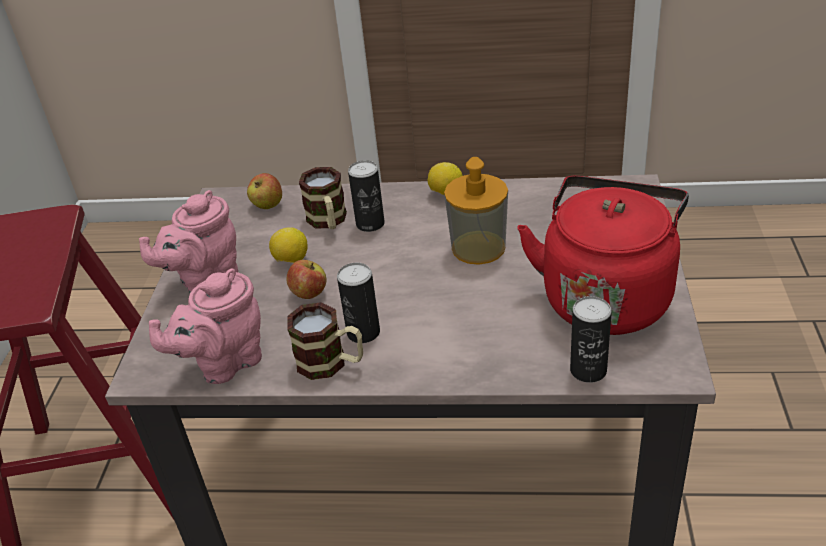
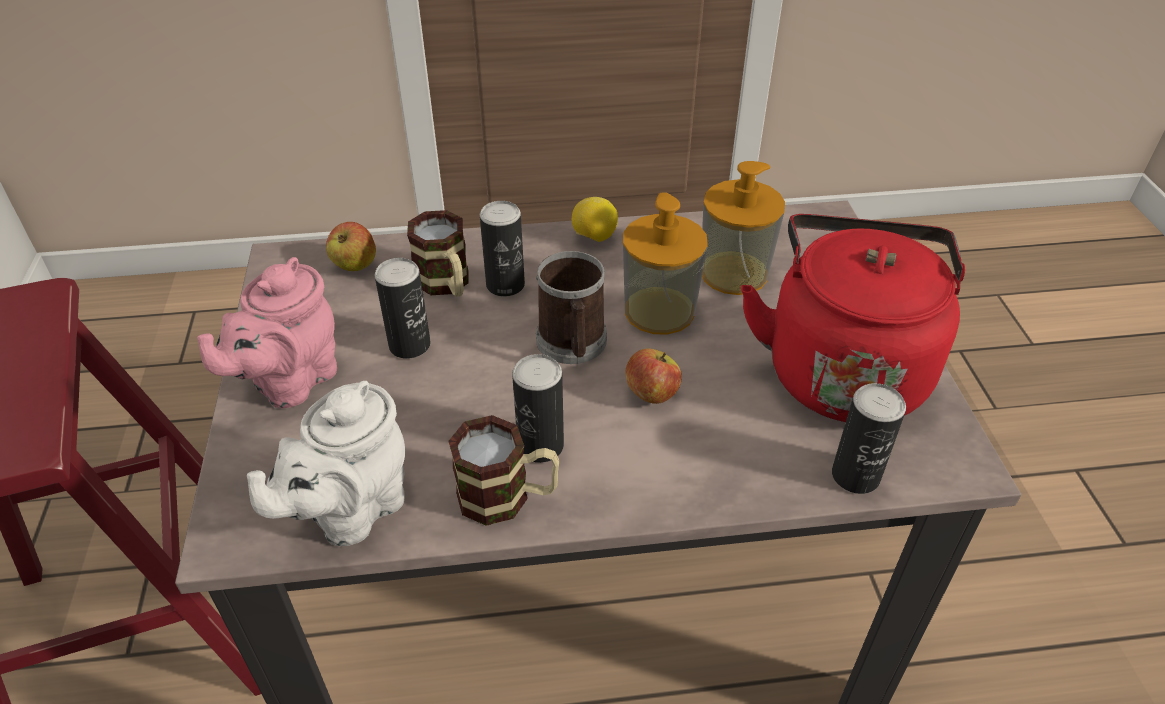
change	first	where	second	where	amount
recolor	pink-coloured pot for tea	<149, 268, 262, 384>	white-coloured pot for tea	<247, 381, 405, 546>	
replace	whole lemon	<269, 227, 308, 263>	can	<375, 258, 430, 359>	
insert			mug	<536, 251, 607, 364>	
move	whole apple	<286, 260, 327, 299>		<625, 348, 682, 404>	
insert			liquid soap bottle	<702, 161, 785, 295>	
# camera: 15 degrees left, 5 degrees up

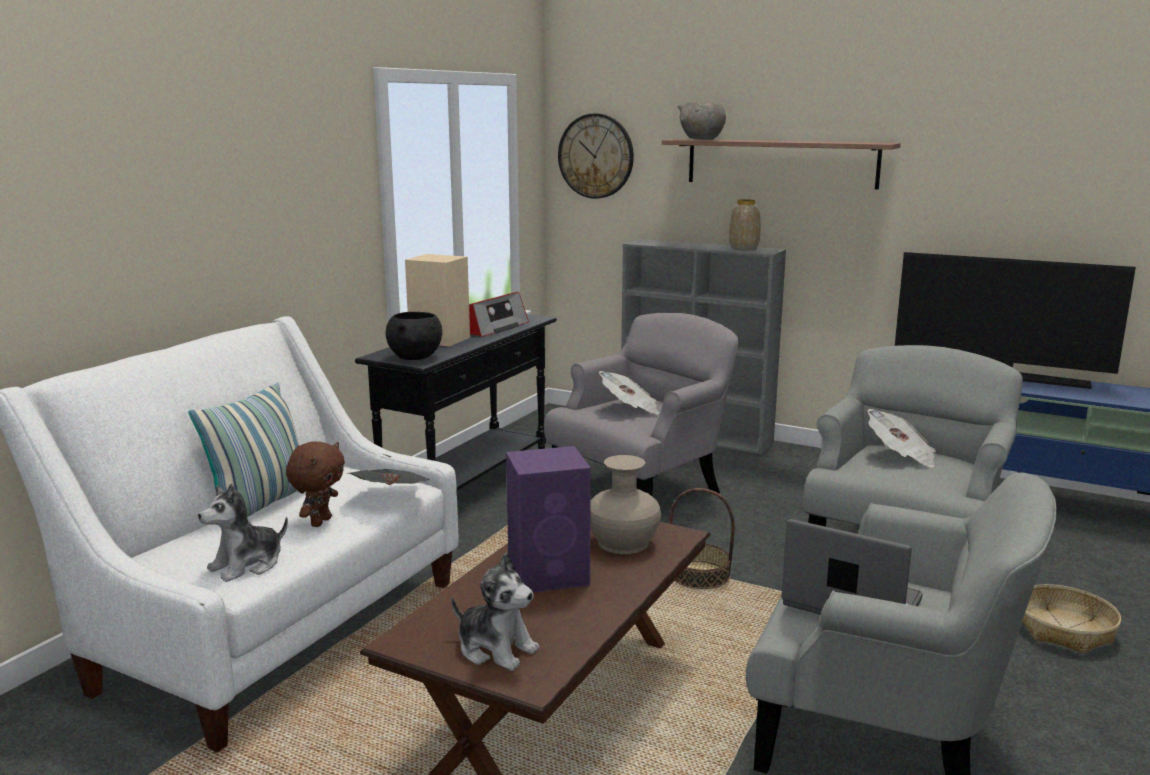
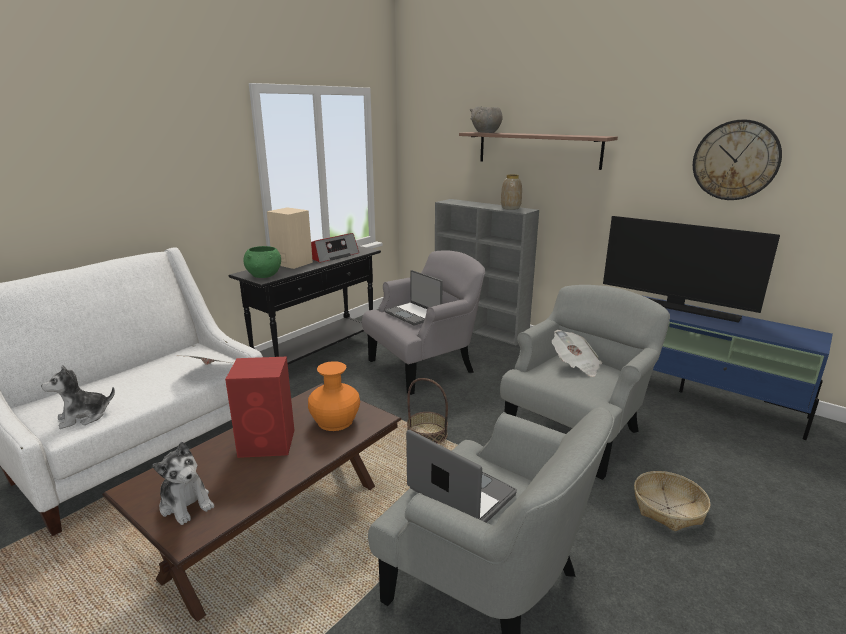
change	first	where	second	where	amount
recolor	purple-coloured audio speaker	<506, 446, 591, 593>	red audio speaker	<225, 357, 294, 458>	
recolor	black serving bowl	<386, 312, 442, 360>	greenish serving bowl	<244, 246, 281, 278>	
recolor	sand-coloured vase	<590, 455, 661, 554>	orangey vase	<308, 361, 360, 431>	
replace	printed paper	<599, 371, 659, 414>	notebook computer	<384, 270, 443, 326>	
move	clock on the wall	<558, 113, 634, 199>		<693, 119, 782, 200>	
delete	throw pillow	<188, 382, 299, 518>			
delete	brownish plush toy	<286, 441, 345, 527>			
# camera: 10 degrees right, 5 degrees up

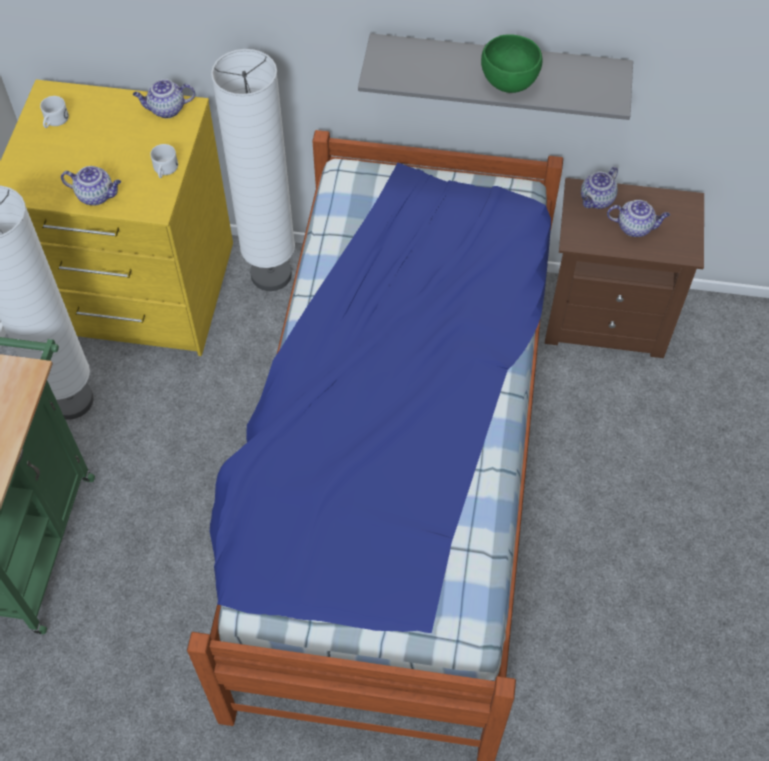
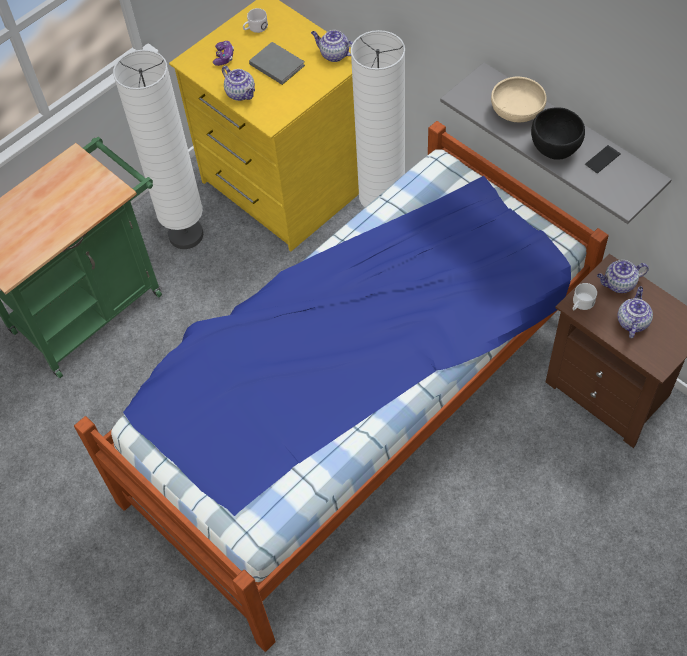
change	first	where	second	where	amount
insert			gamepad	<213, 41, 234, 66>	
insert			gray book	<249, 42, 305, 85>	
insert			sand-coloured serving bowl	<491, 77, 547, 122>	
recolor	greenish serving bowl	<481, 34, 542, 93>	black serving bowl	<531, 107, 585, 160>	
move	white-coloured mug	<150, 144, 178, 178>		<573, 283, 597, 310>	
insert			telephone	<585, 145, 621, 174>	
rotate	pot for tea	<607, 200, 670, 237>		<617, 286, 653, 338>	120 degrees counterclockwise
# camera: 40 degrees right, 0 degrees up

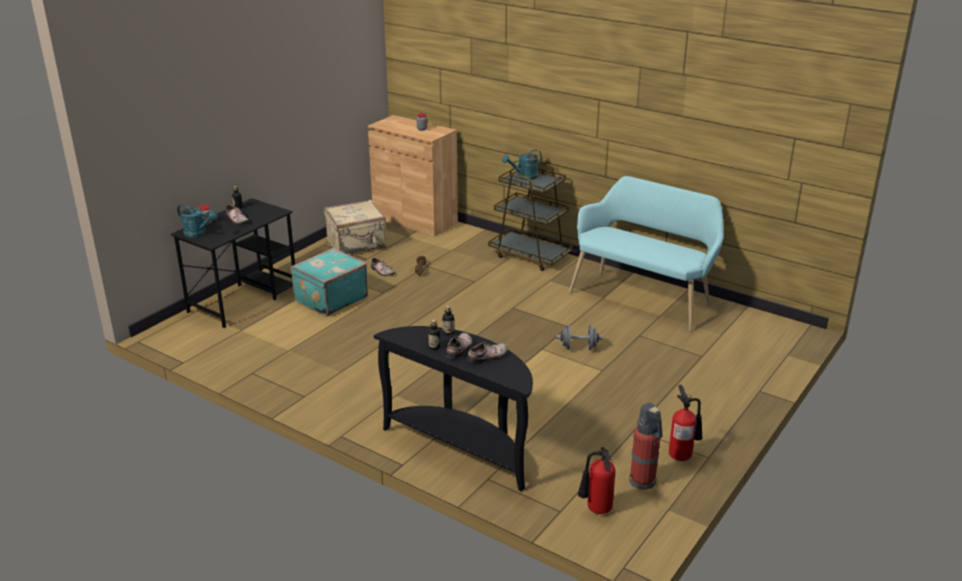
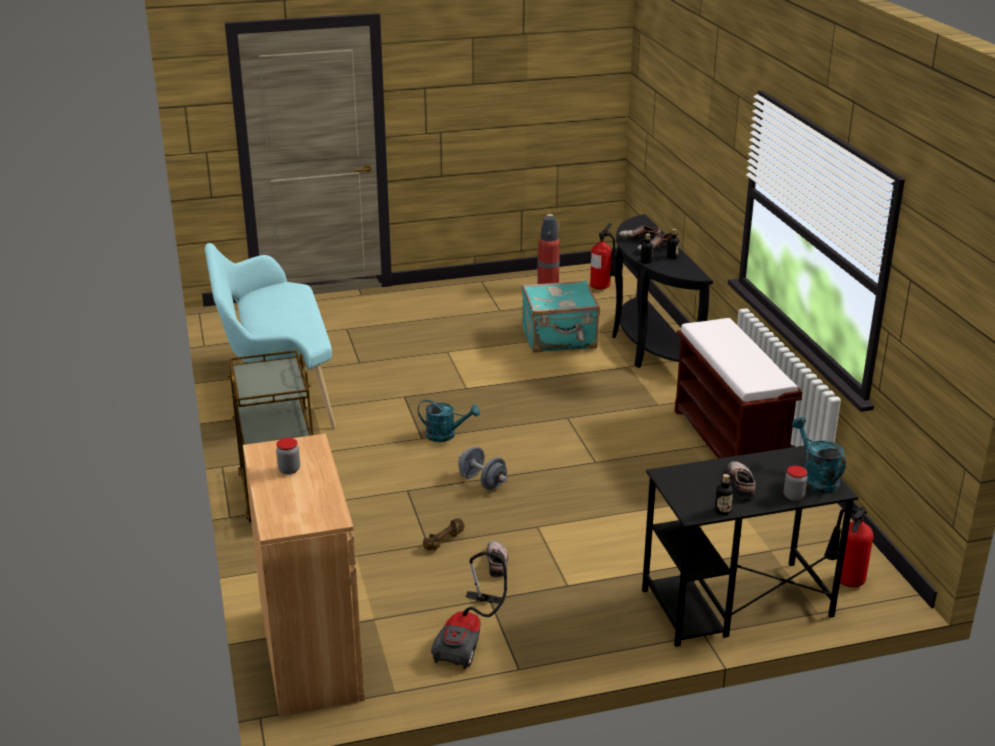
change	first	where	second	where	amount
move	turquoise watering can	<502, 150, 542, 180>		<418, 400, 480, 442>	
replace	sand-coloured suitcase	<324, 199, 386, 255>	vacuum cleaner	<431, 552, 507, 669>	
move	gray free weight	<556, 325, 603, 350>		<458, 446, 508, 490>	
move	turquoise suitcase	<290, 248, 368, 316>		<522, 280, 600, 353>	
insert			brownish bench	<675, 318, 802, 459>	
move	extinguisher	<669, 385, 703, 461>		<824, 507, 873, 587>	
# camera: 140 degrees left, 0 degrees up

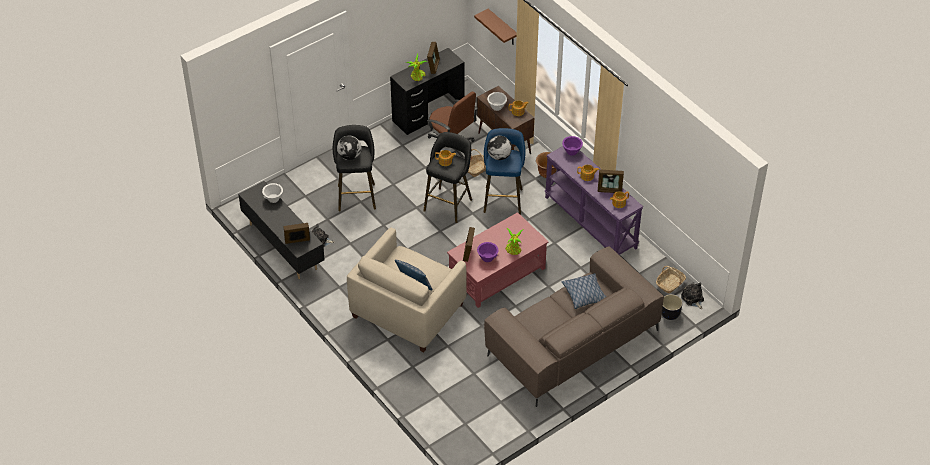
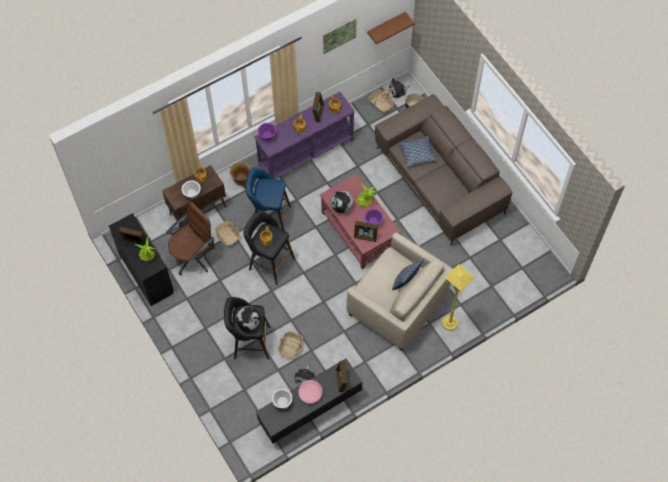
change	first	where	second	where	amount
insert			basket	<279, 332, 303, 359>	
insert			pink-coloured serving bowl	<299, 380, 322, 403>	
insert			wall art	<323, 18, 357, 54>	
move	world globe	<487, 136, 512, 160>		<331, 190, 354, 213>	
move	brownish bracket shelf	<474, 9, 517, 44>		<367, 12, 415, 44>	
insert			yellowish floor lamp	<442, 264, 475, 331>	
# camera: 85 degrees left, 15 degrees up

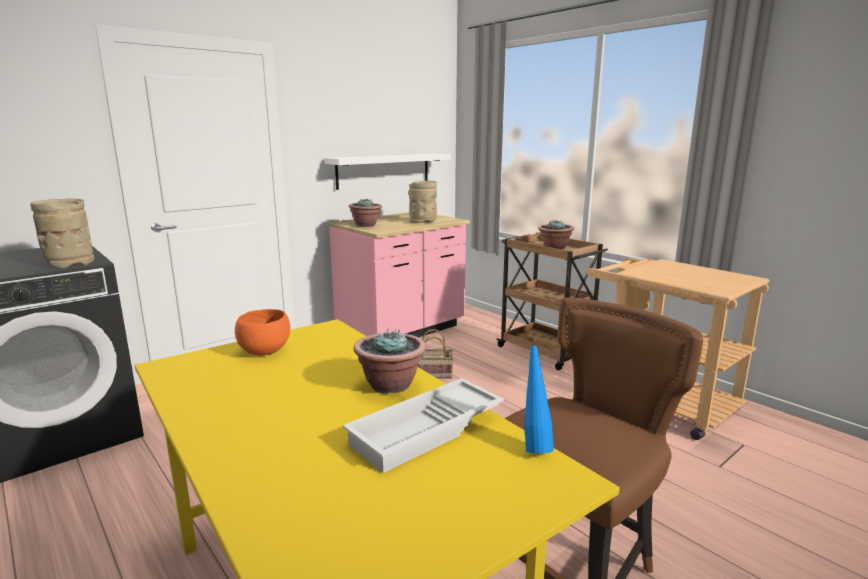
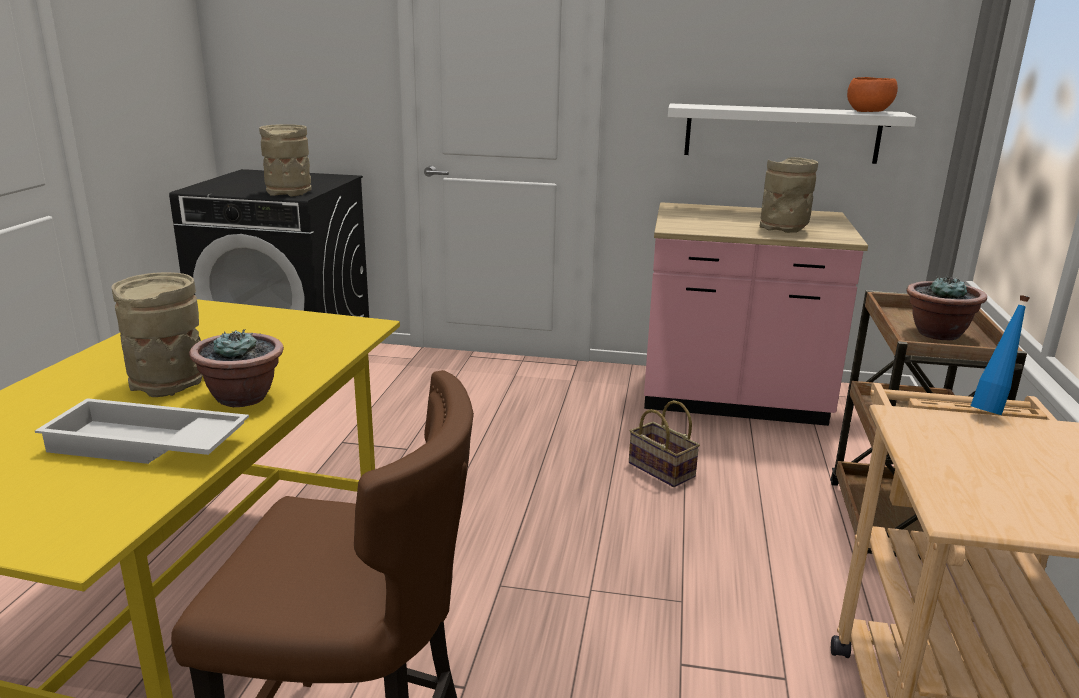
change	first	where	second	where	amount
insert			sand-coloured vase	<111, 272, 203, 397>	
move	orangey serving bowl	<235, 309, 290, 355>		<847, 77, 898, 112>	
move	bluish beverage bottle	<524, 337, 554, 453>		<971, 295, 1030, 415>	
delete	houseplant	<349, 198, 382, 227>			
# camera: 50 degrees right, 5 degrees up

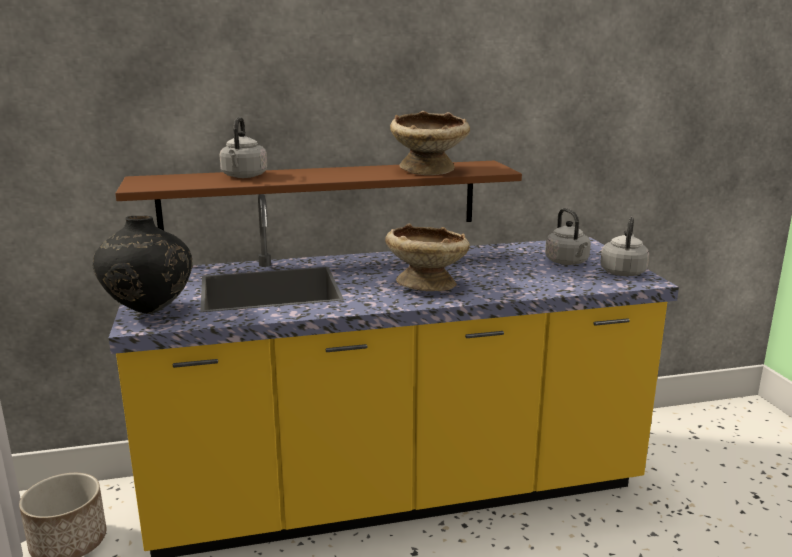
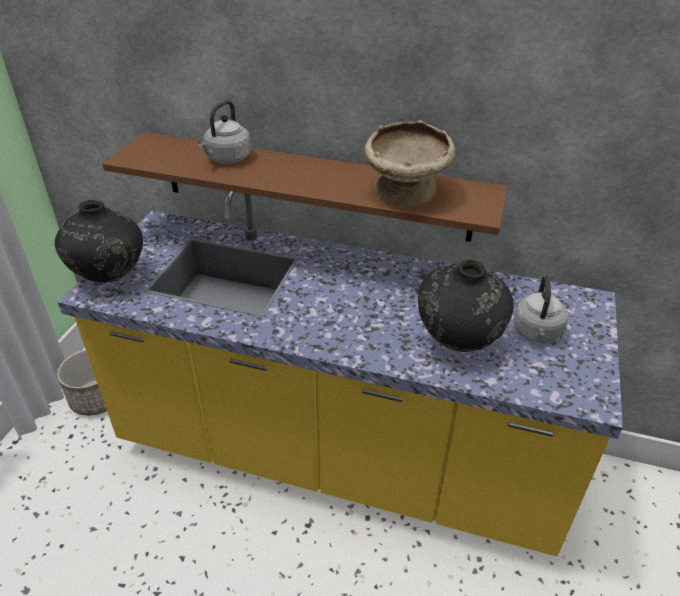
change	first	where	second	where	amount
insert			black vase	<418, 259, 513, 352>	
delete	sand-coloured serving bowl	<385, 223, 470, 291>			
delete	gray tea kettle	<600, 217, 649, 276>			
# camera: 30 degrees right, 20 degrees up

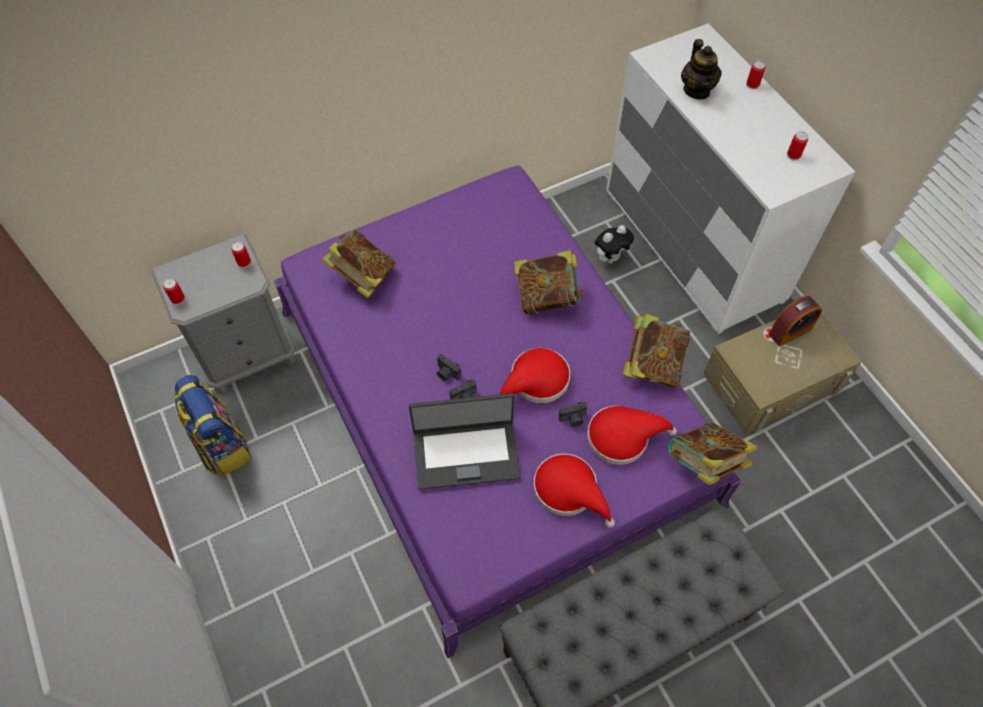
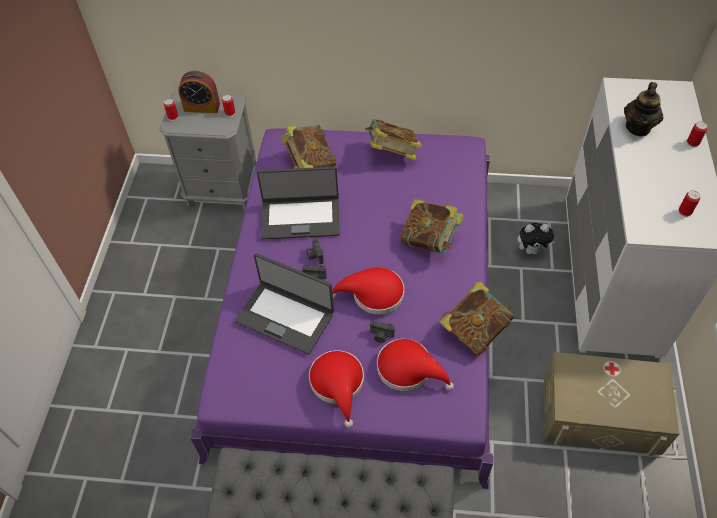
change	first	where	second	where	amount
move	table clock	<769, 296, 822, 347>		<178, 71, 220, 113>	
insert			notebook computer	<257, 167, 340, 239>	
move	book	<668, 423, 757, 485>		<365, 119, 422, 160>	
delete	backpack	<174, 375, 252, 477>			
# camera: 35 degrees right, 5 degrees down

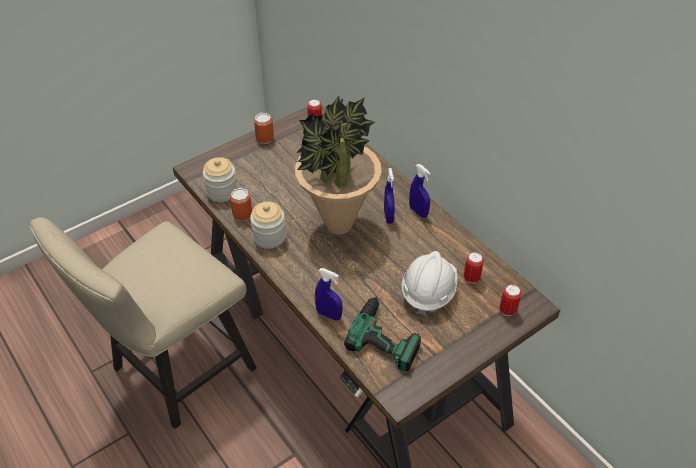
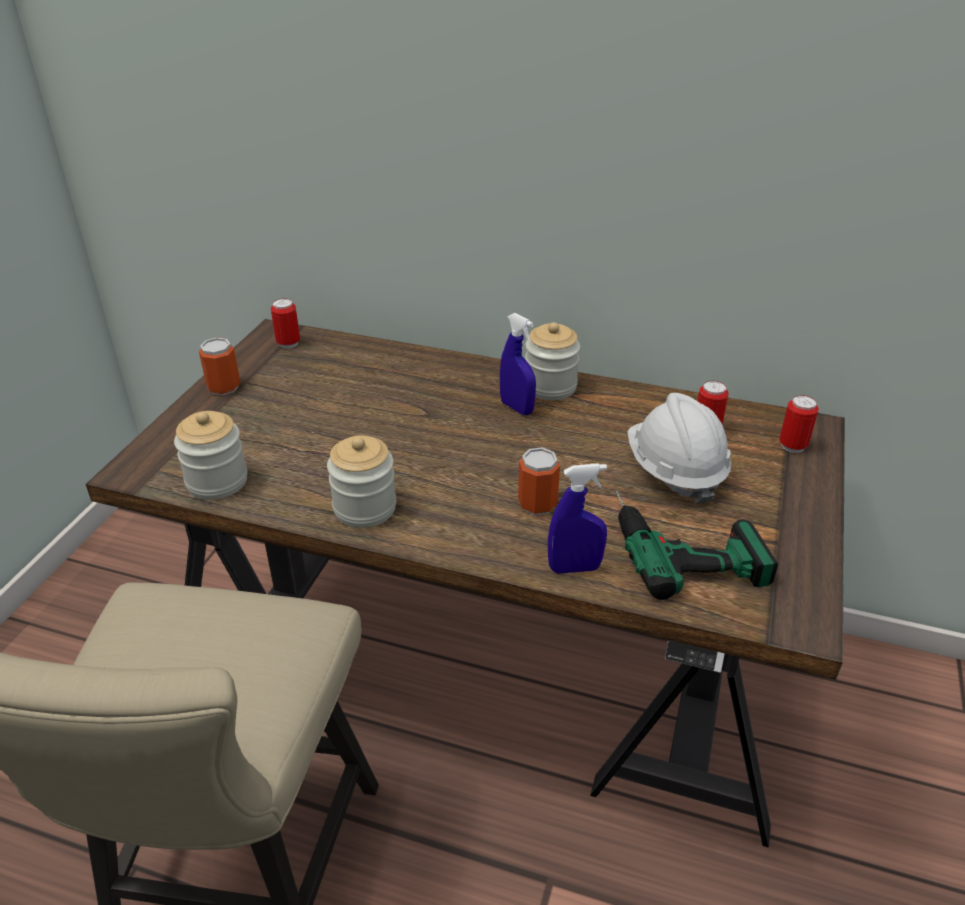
change	first	where	second	where	amount
move	can	<230, 188, 252, 222>		<518, 447, 560, 515>	
replace	bluish sprayer	<409, 164, 431, 218>	storage jar	<525, 322, 580, 400>	
delete	houseplant	<295, 96, 382, 235>			
# camera: 35 degrees left, 10 degrees down

